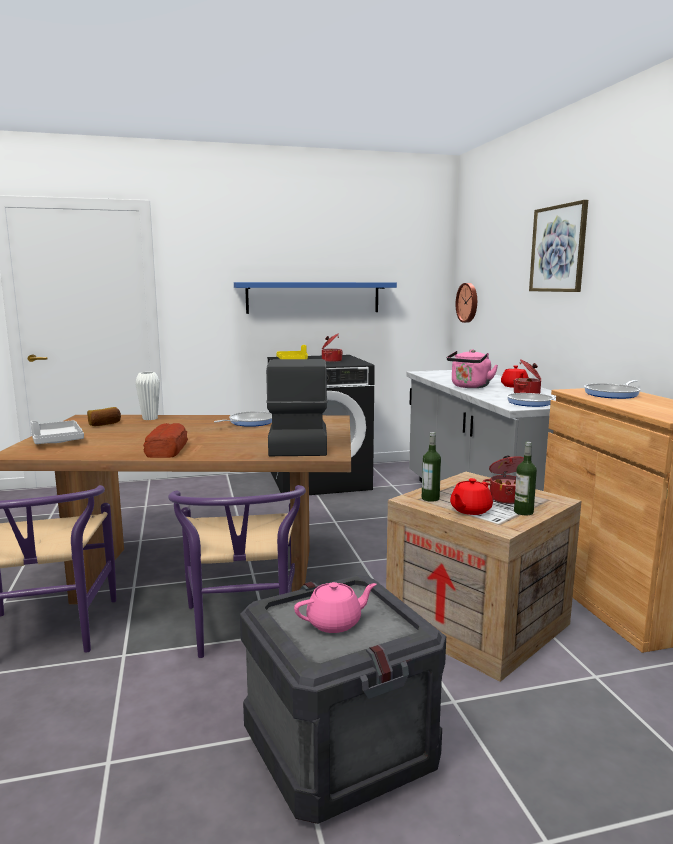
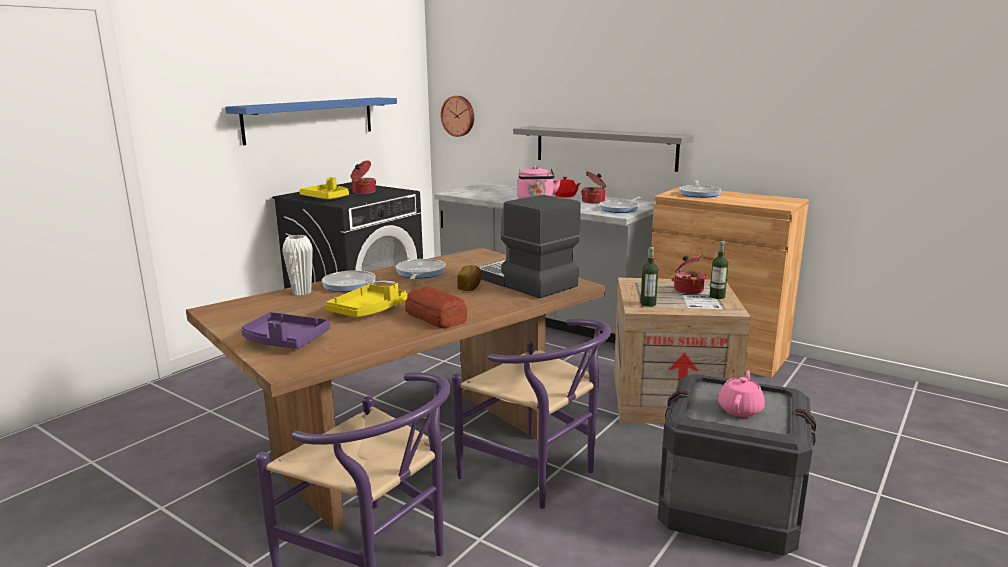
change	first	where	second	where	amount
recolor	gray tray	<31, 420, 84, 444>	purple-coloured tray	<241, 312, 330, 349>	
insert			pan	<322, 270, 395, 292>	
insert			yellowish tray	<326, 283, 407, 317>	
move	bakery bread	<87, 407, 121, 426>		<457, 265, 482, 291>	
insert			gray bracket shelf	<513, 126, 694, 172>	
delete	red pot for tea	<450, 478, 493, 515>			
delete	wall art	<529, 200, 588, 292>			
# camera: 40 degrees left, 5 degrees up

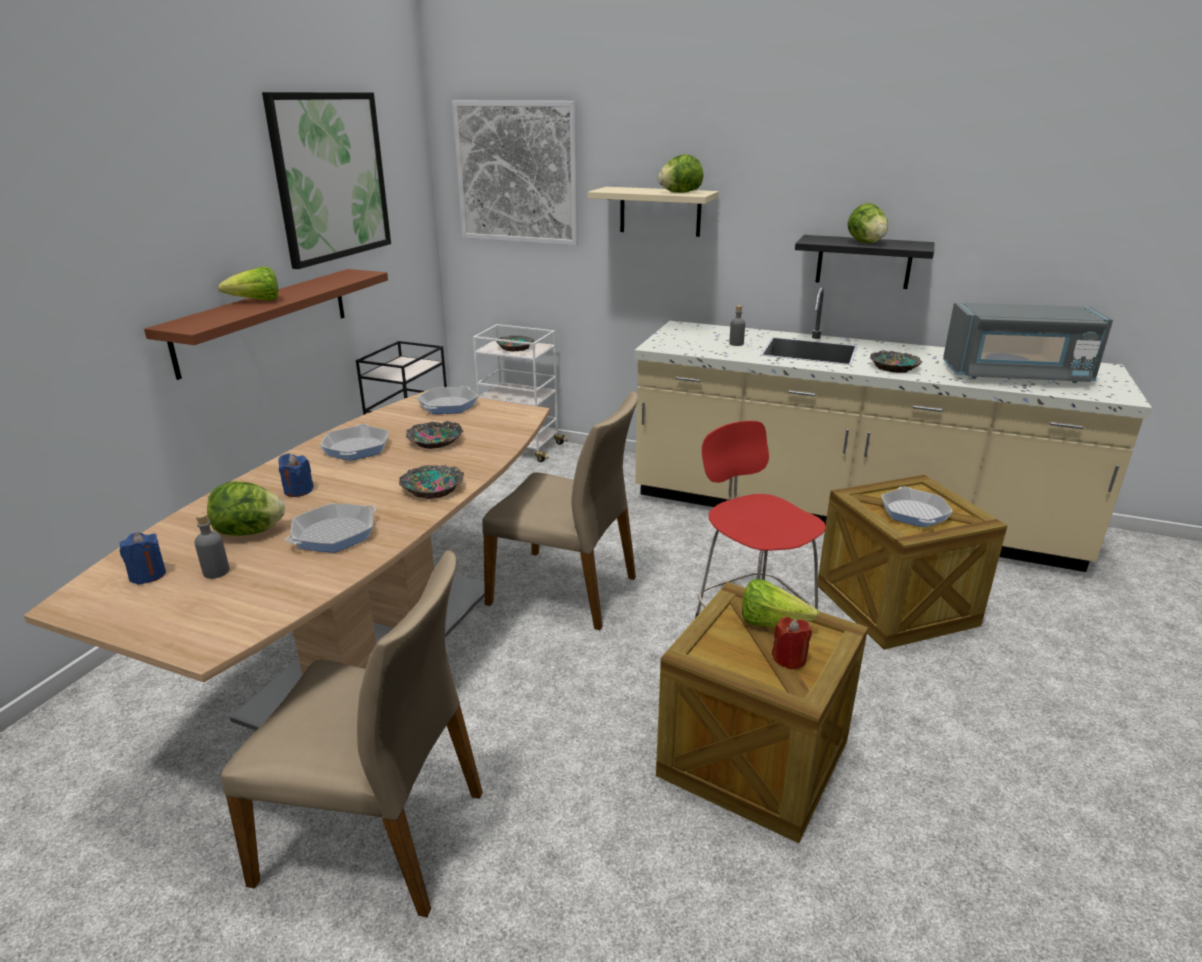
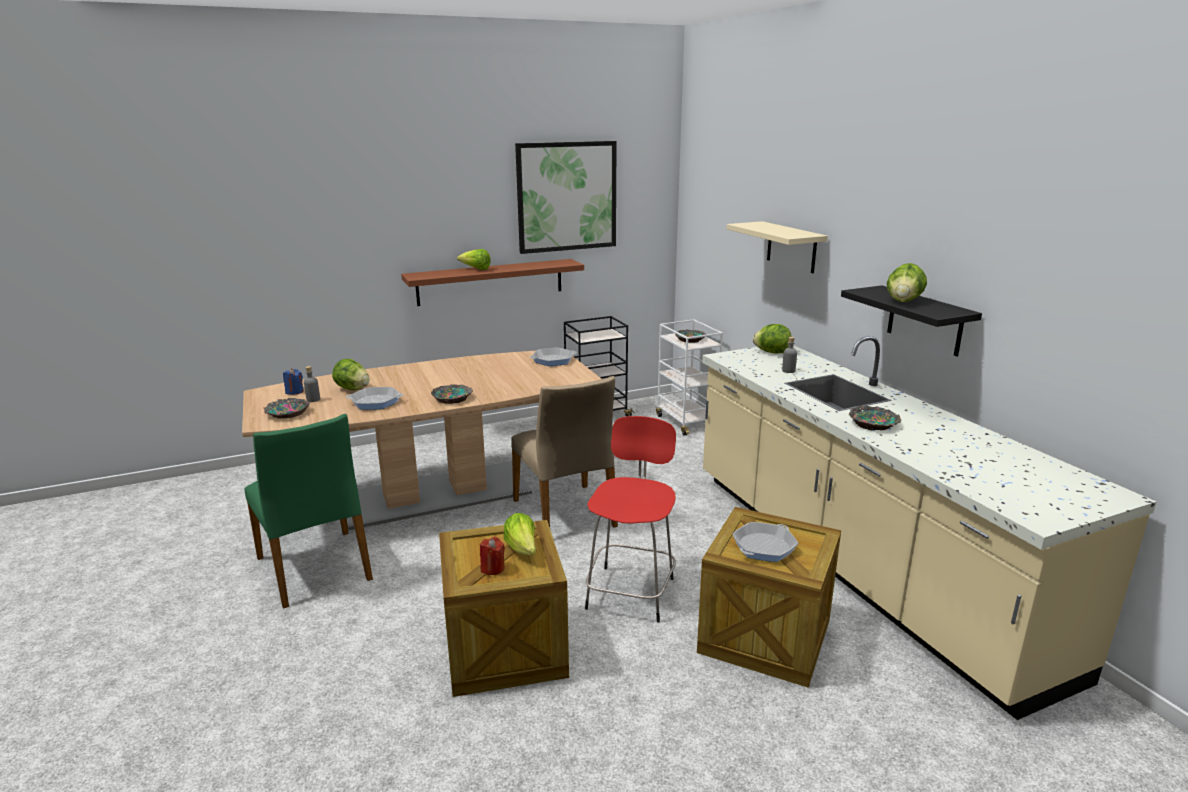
change	first	where	second	where	amount
recolor	sand-coloured upright chair	<221, 550, 483, 917>	greenish upright chair	<245, 414, 373, 609>	
move	serving bowl	<406, 421, 464, 449>		<264, 398, 310, 419>	
move	lettuce head	<658, 154, 703, 193>		<753, 324, 791, 353>	
delete	bluish wax light	<278, 453, 314, 497>			
delete	pan	<320, 424, 389, 460>			
delete	wall art	<452, 101, 579, 246>			
delete	gray microwave oven	<943, 302, 1113, 383>			
# camera: 45 degrees right, 5 degrees down

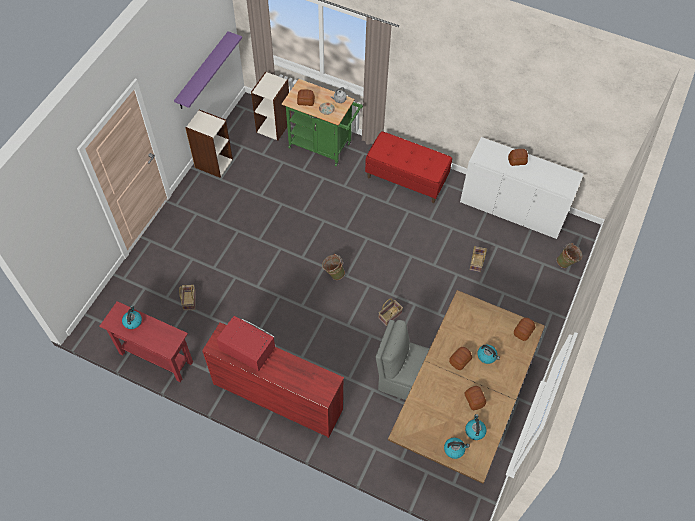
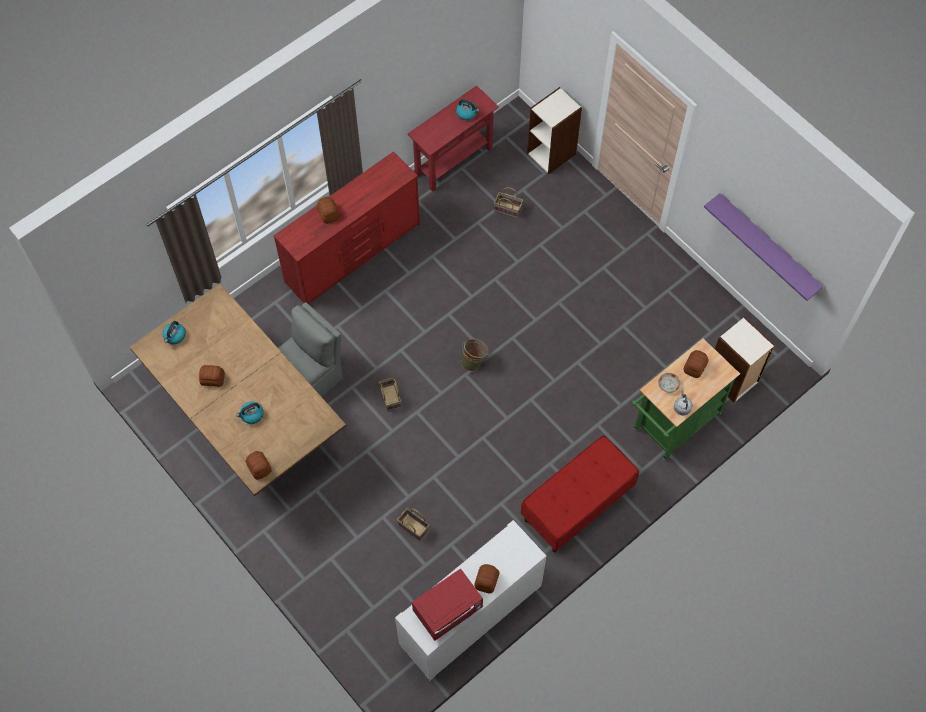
change	first	where	second	where	amount
move	bakery bread	<449, 347, 472, 370>		<317, 197, 339, 224>	
move	red microwave oven	<216, 316, 275, 371>		<412, 568, 483, 641>	
move	bookcase	<185, 110, 233, 178>		<527, 87, 582, 174>	
delete	tea kettle	<465, 414, 486, 440>			
delete	greenish pail	<556, 243, 582, 268>			
# camera: 115 degrees right, 5 degrees up

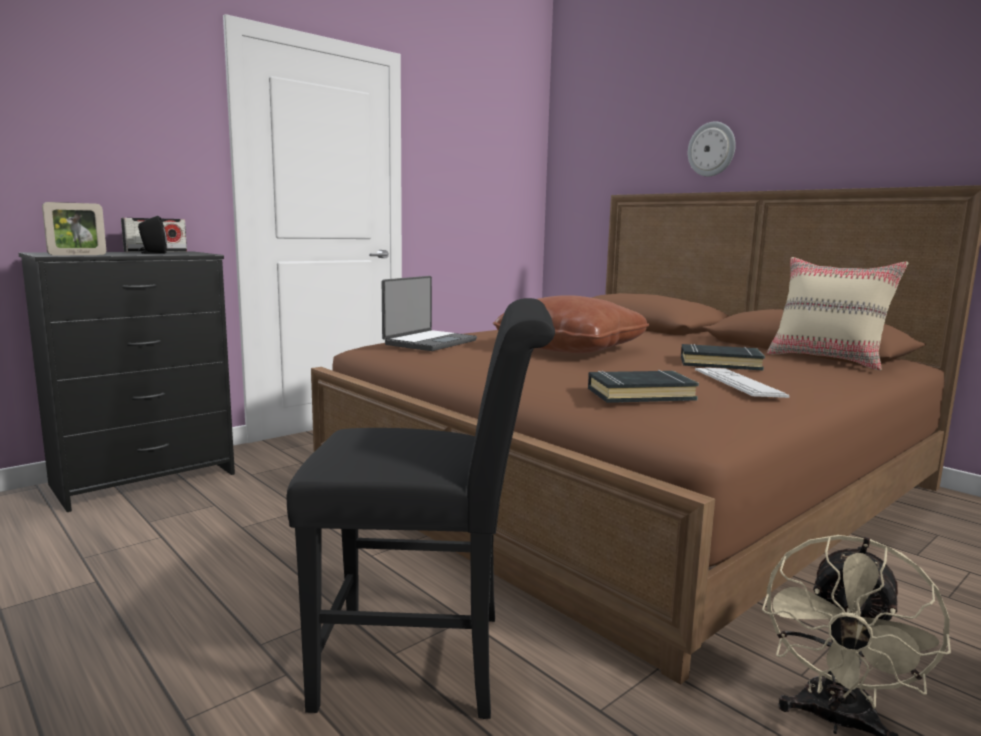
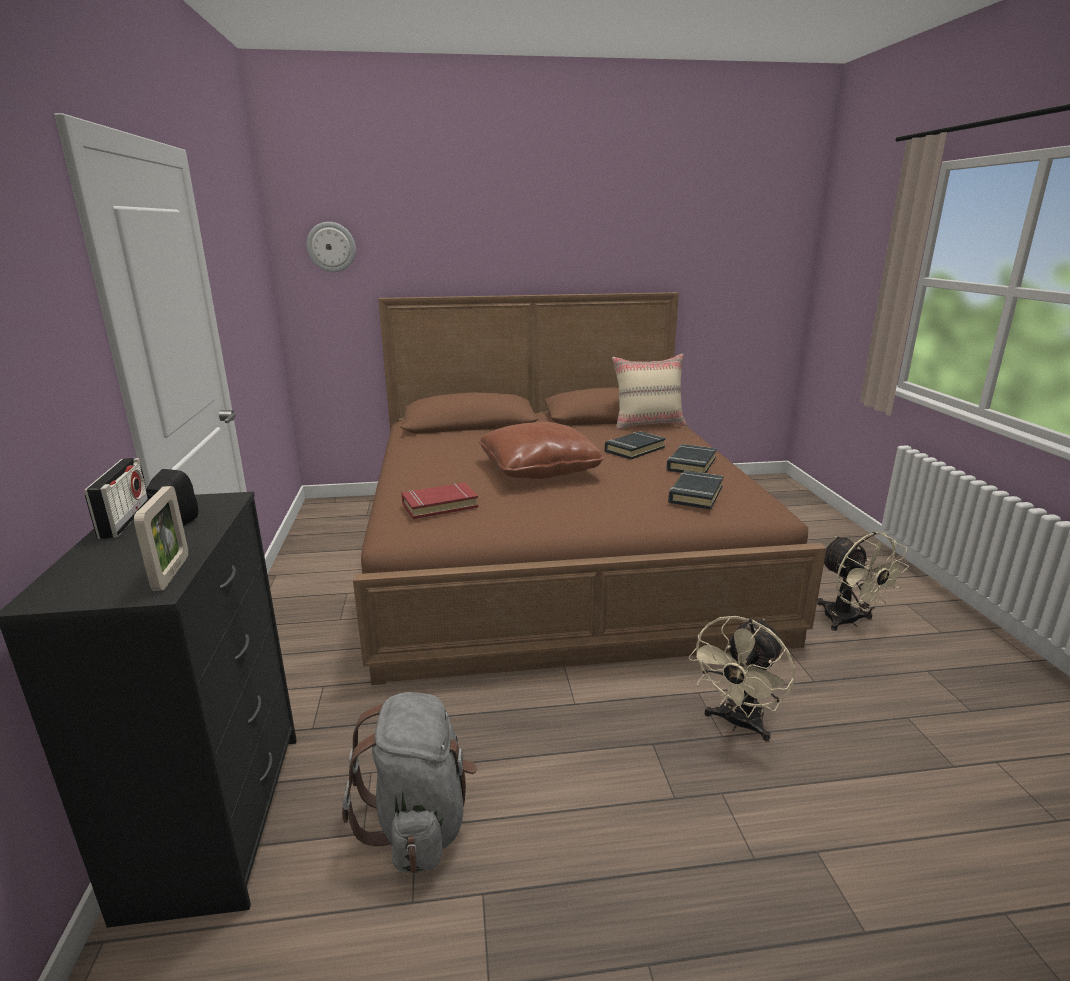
change	first	where	second	where	amount
move	clock on the wall	<688, 121, 736, 177>		<307, 222, 356, 272>	
insert			gray backpack	<342, 692, 477, 873>	
replace	notebook computer	<382, 276, 477, 351>	red book	<402, 482, 478, 519>	
replace	computer keyboard	<695, 368, 790, 398>	black book	<666, 444, 717, 473>	
replace	black upright chair	<286, 298, 555, 719>	sand-coloured cooling fan	<688, 616, 795, 741>	
# camera: 55 degrees left, 10 degrees up

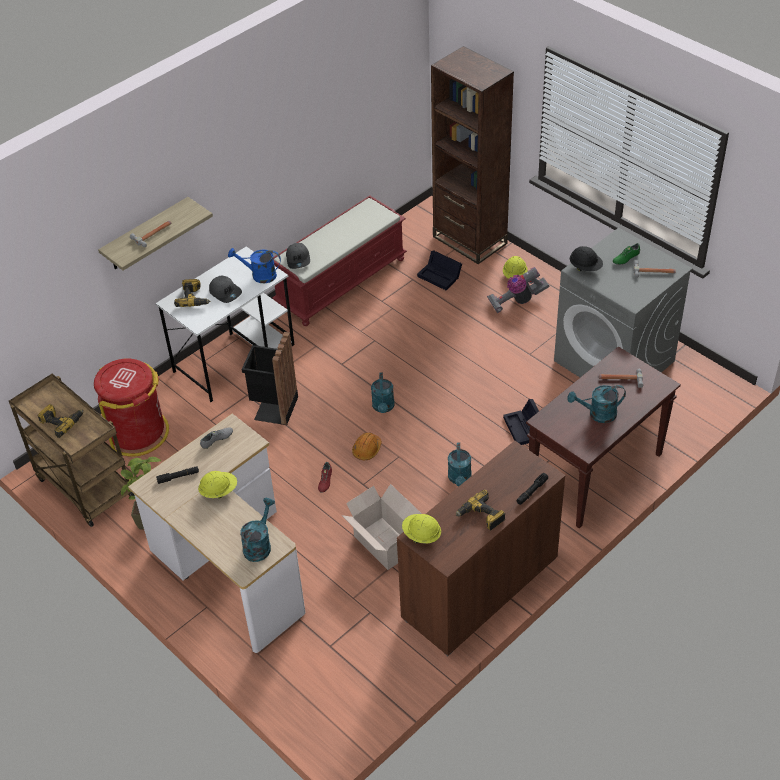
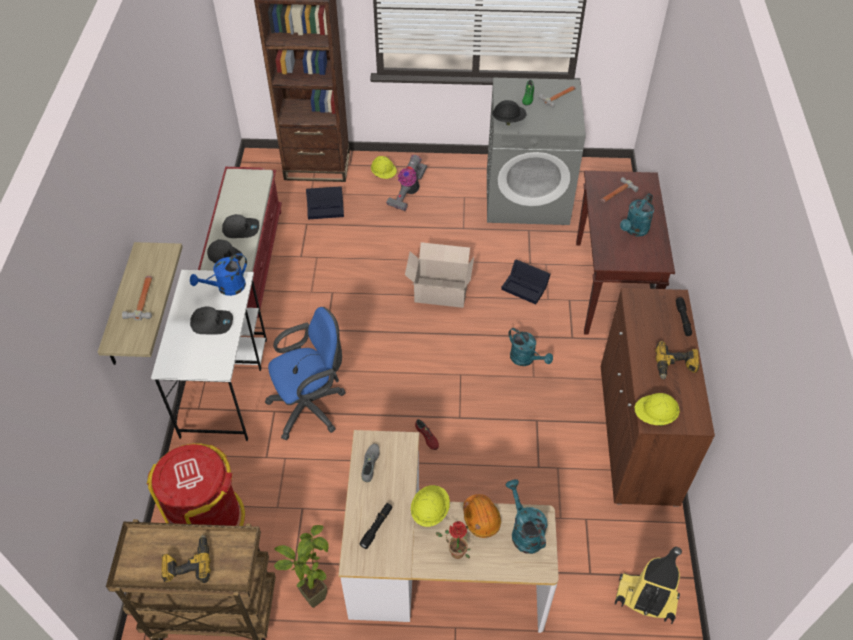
change	first	where	second	where	amount
insert			gray cap	<222, 214, 259, 238>	
replace	black rubbish bin	<242, 332, 298, 425>	bluish desk chair	<265, 307, 346, 440>	
move	carton	<342, 484, 422, 570>		<405, 242, 474, 308>	
insert			houseplant	<435, 521, 470, 559>	
move	orangey safety helmet	<352, 433, 382, 460>		<463, 494, 501, 538>	
insert			vacuum cleaner	<615, 547, 682, 624>	
delete	power drill	<174, 279, 210, 307>			
delete	turquoise watering can	<371, 373, 395, 413>			
# camera: 45 degrees left, 5 degrees up

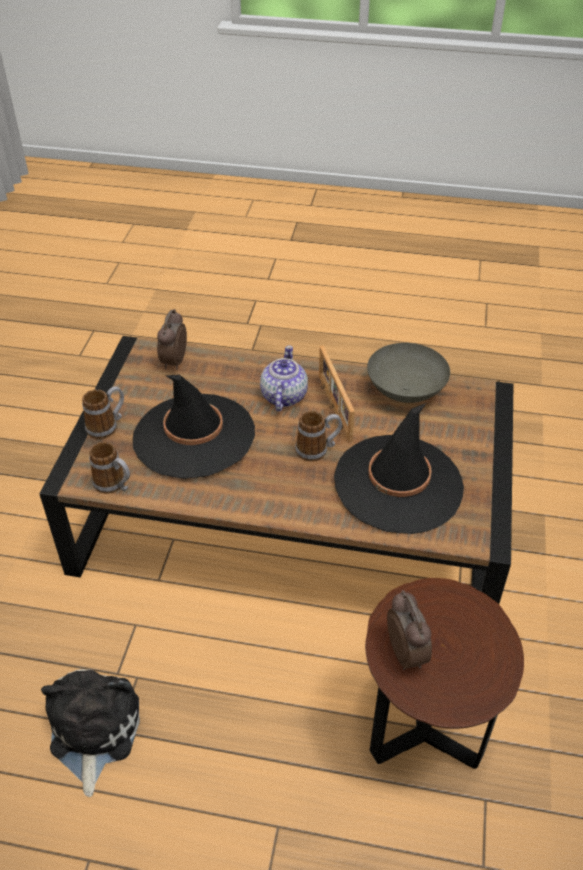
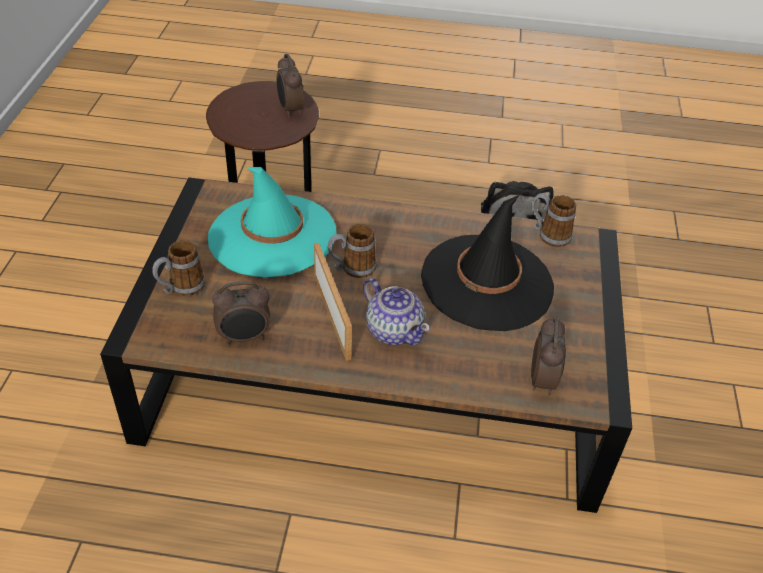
change	first	where	second	where	amount
move	mug	<82, 386, 124, 439>		<152, 240, 205, 296>	
recolor	black clothing hat	<334, 403, 464, 534>	turquoise clothing hat	<208, 167, 337, 278>	
replace	gray serving bowl	<367, 343, 450, 403>	table clock	<212, 281, 270, 344>	
rotate	pot for tea	<260, 345, 308, 412>		<363, 278, 430, 345>	45 degrees counterclockwise
# camera: 175 degrees right, 0 degrees up

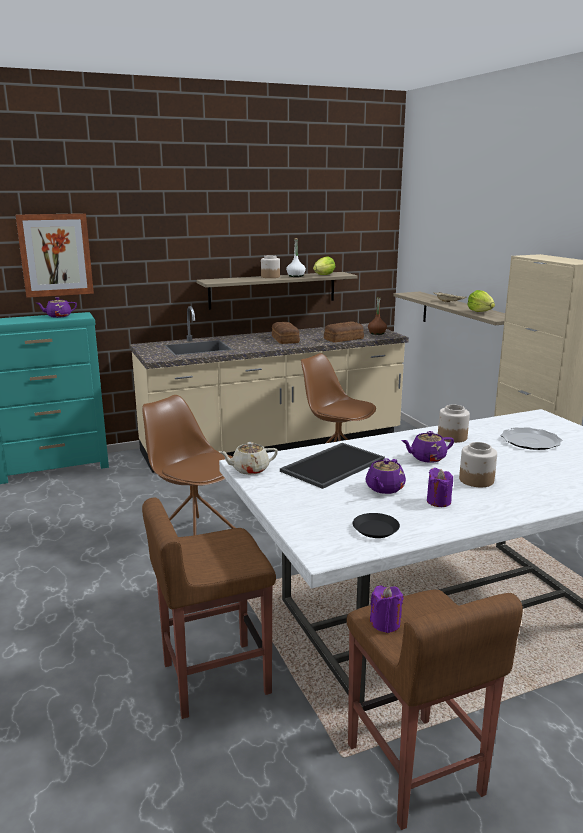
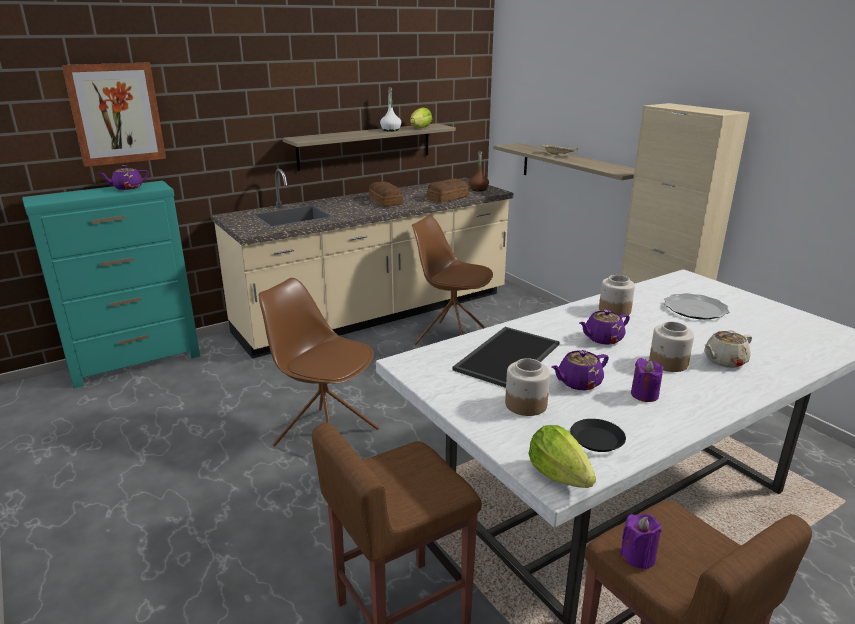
change	first	where	second	where	amount
move	storage jar	<261, 255, 280, 278>		<505, 358, 550, 416>	
move	lettuce head	<467, 290, 495, 312>		<528, 425, 596, 488>	
rotate	purple-coloured pot for tea	<365, 458, 406, 494>		<551, 350, 609, 390>	45 degrees clockwise
move	sand-coloured pot for tea	<219, 442, 278, 475>		<704, 330, 752, 368>	
# camera: 10 degrees left, 5 degrees up

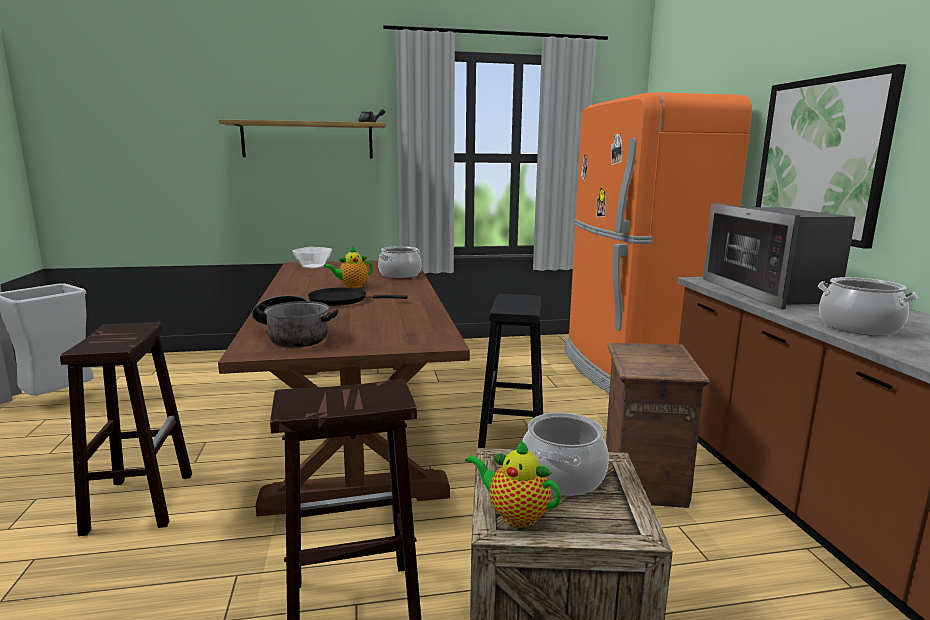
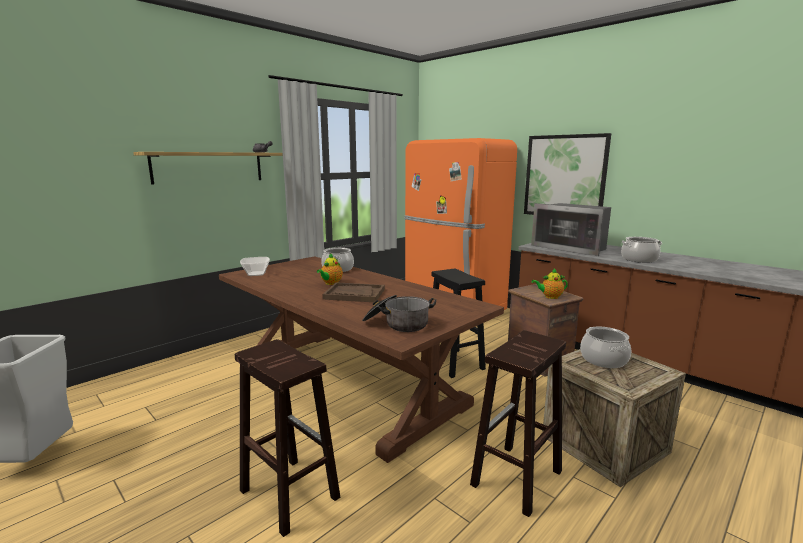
change	first	where	second	where	amount
replace	black pan	<308, 288, 408, 306>	brownish tray	<322, 282, 385, 302>	
move	pot for tea	<465, 439, 561, 528>		<531, 269, 568, 299>	
# camera: 35 degrees left, 0 degrees up

